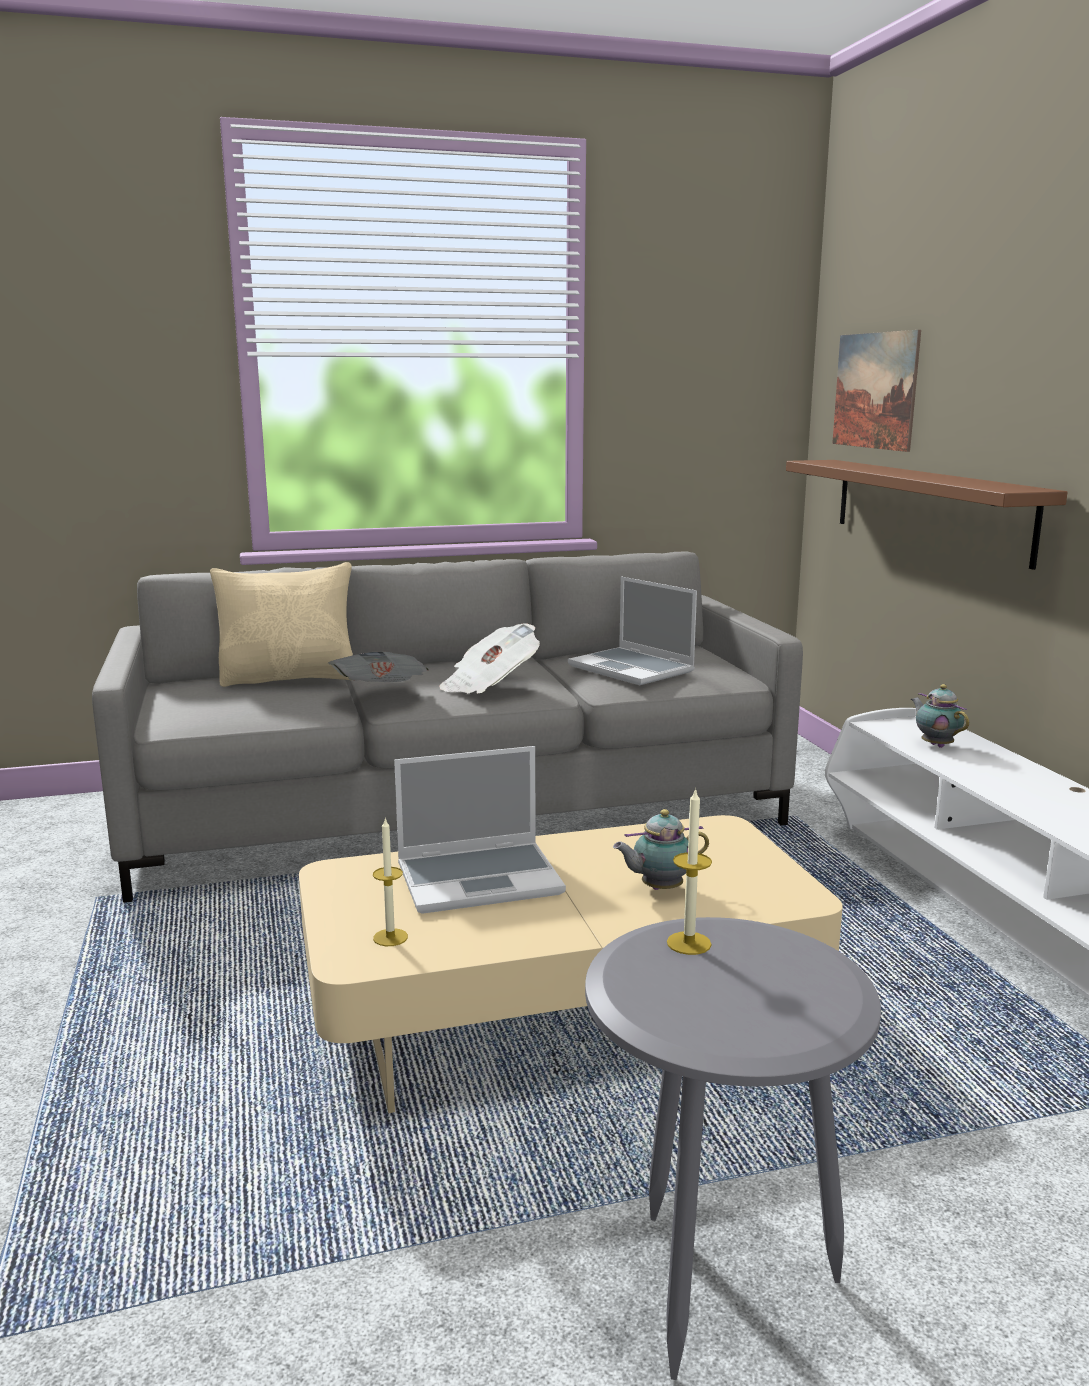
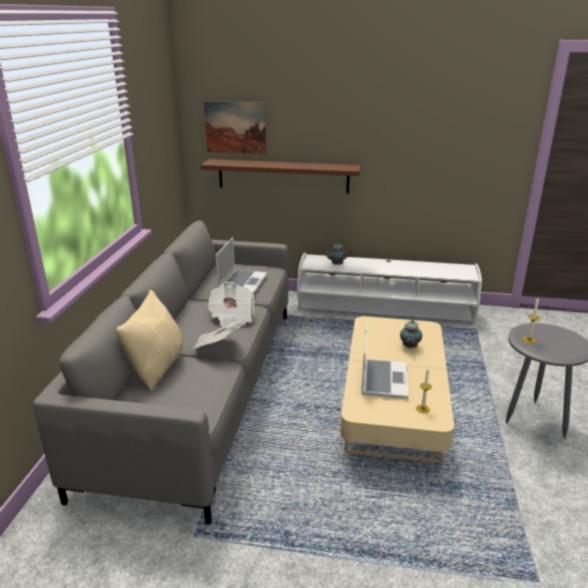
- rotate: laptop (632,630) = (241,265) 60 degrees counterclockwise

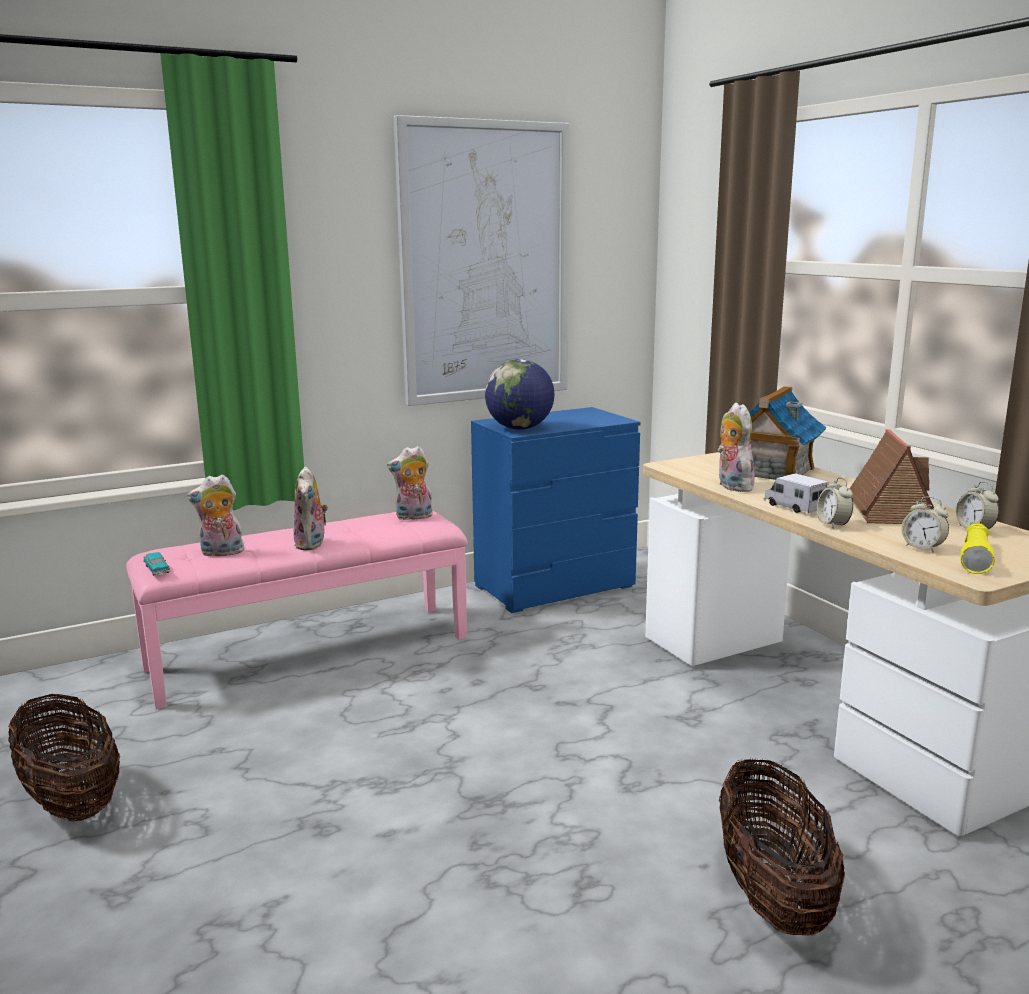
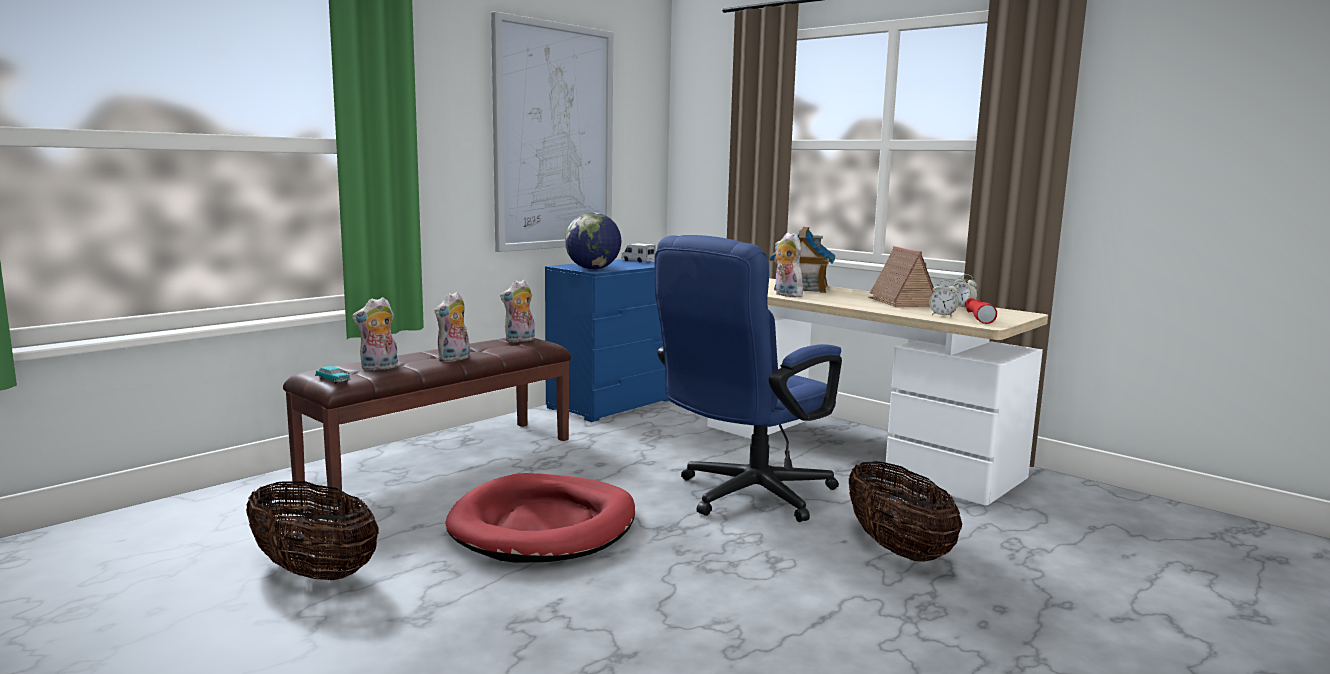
- delete: alarm clock (835,503)
- insert: red dog bed (540,518)
- insert: blue office chair (748,378)
- move: toy truck (796,493) to (638,252)
- recolor: pink bench (297,610) to brown bench (427,423)
- recolor: yellow flashlight (978,548) to red flashlight (981,311)
- rotate: plush toy (311,508) = (452,327) 60 degrees clockwise

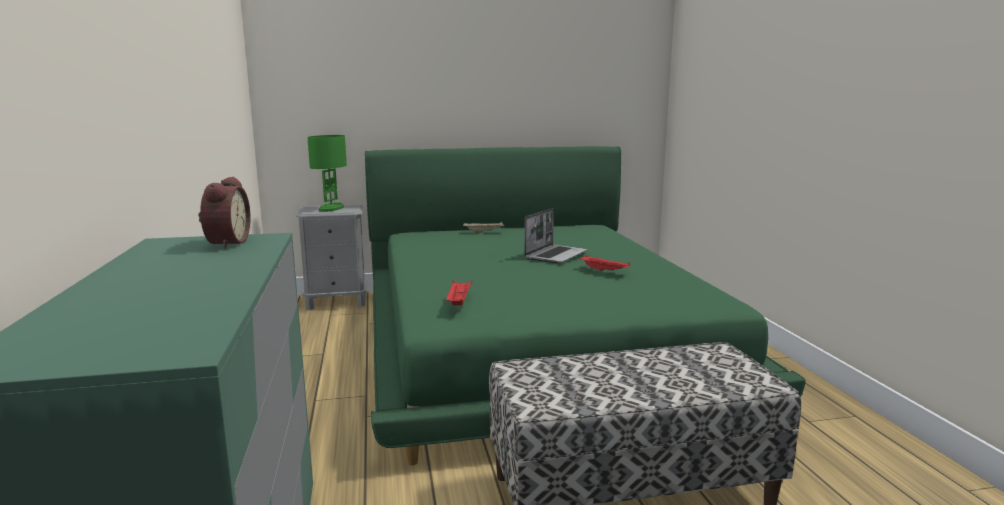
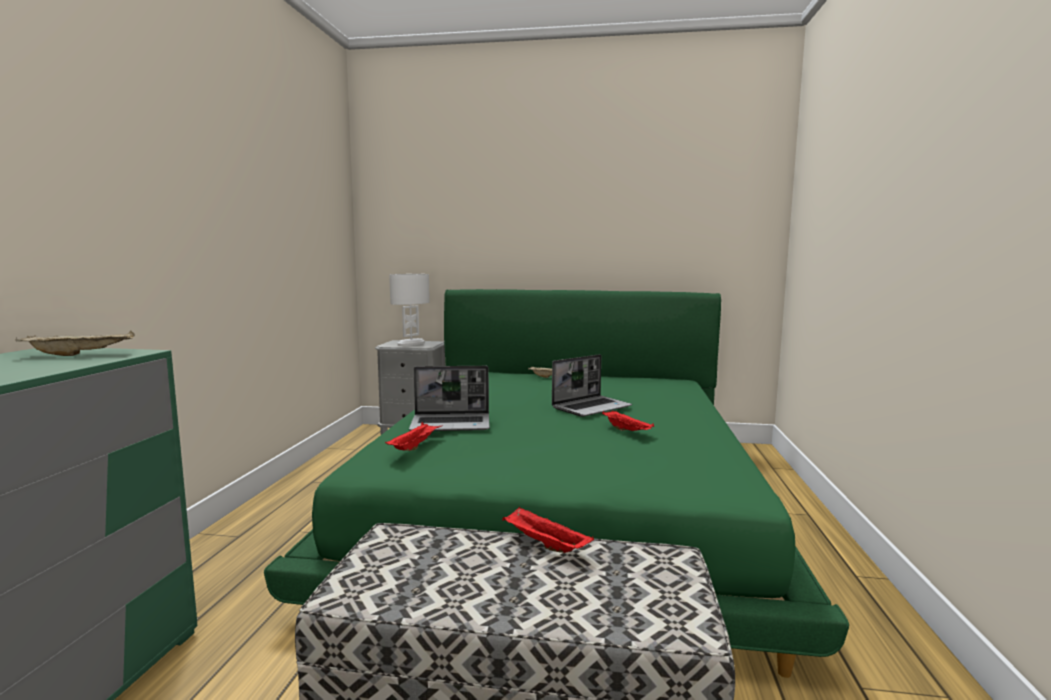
- insert: laptop (449,398)
- insert: red tray (548,529)
- replace: alarm clock (224,213) to beige tray (75,343)
- recolor: green table lamp (327,173) to white table lamp (409,310)

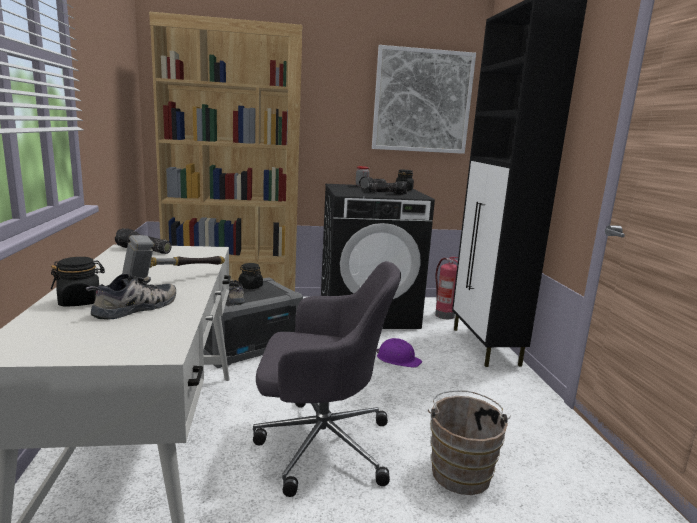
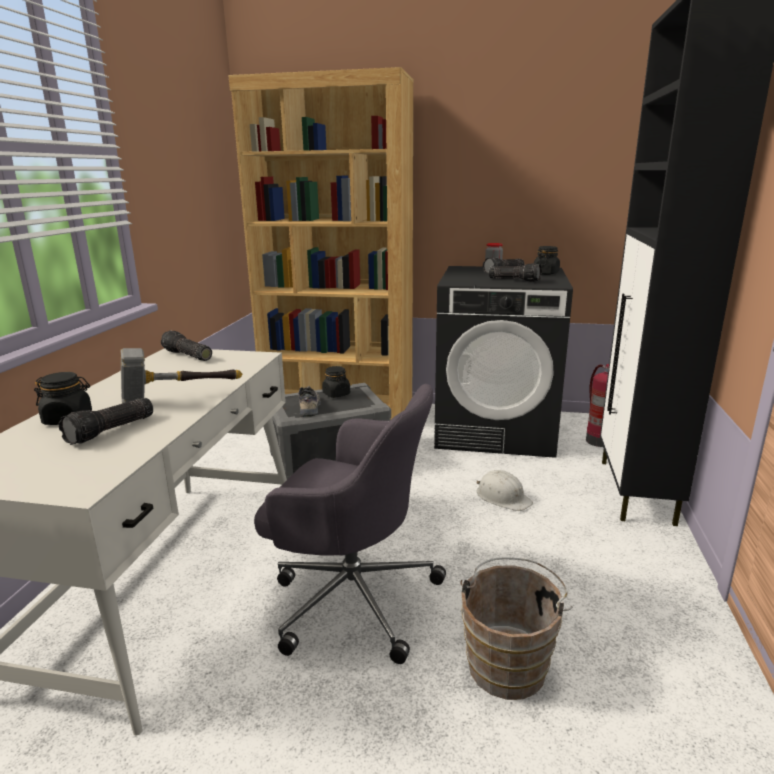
- delete: picture (424,99)
- replace: shoe (131,297) to flashlight (106,421)
- recolor: purple hard hat (399,353) to white hard hat (504,490)

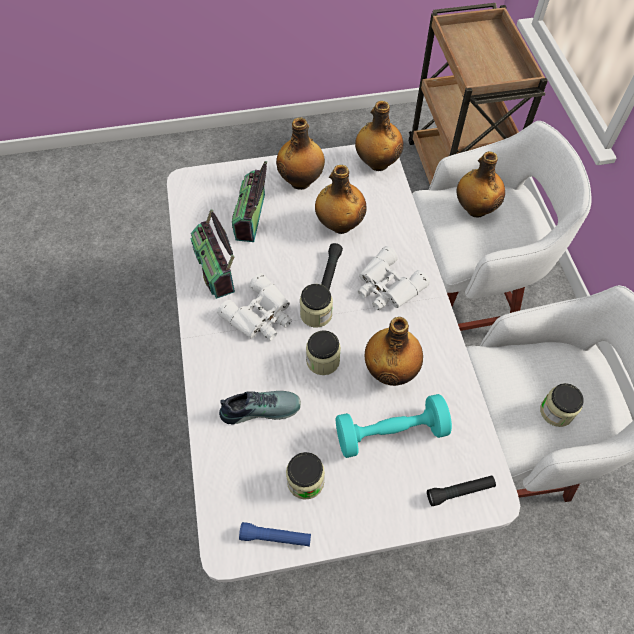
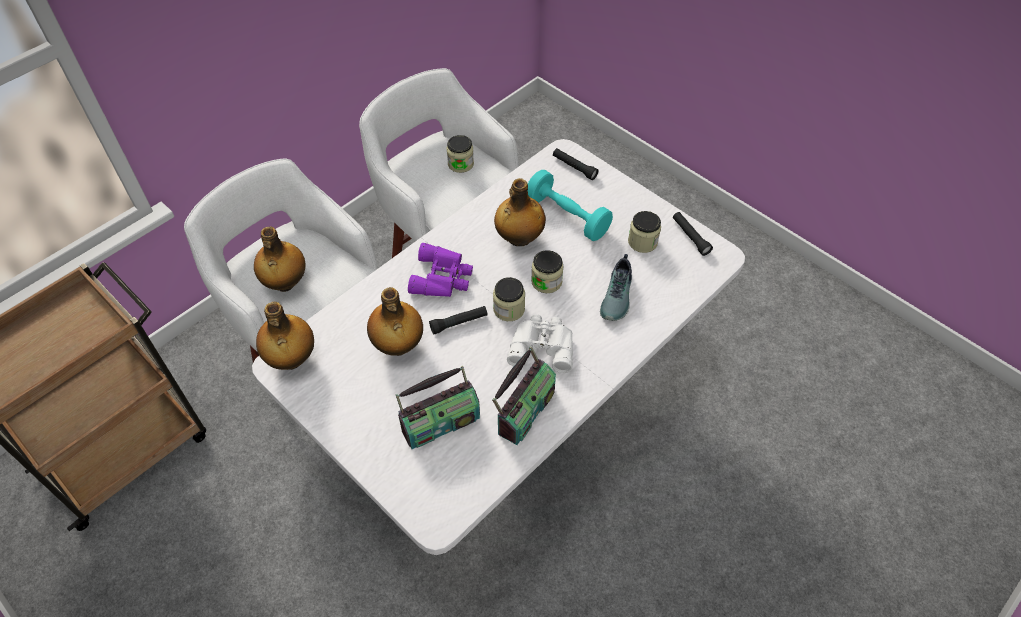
- delete: bottle (300,153)
- recolor: blue flashlight (275,534) to black flashlight (693,234)
- recolor: white binoculars (394,278) to purple binoculars (440,270)
- rotate: shoe (260,408) = (616,287) 120 degrees counterclockwise

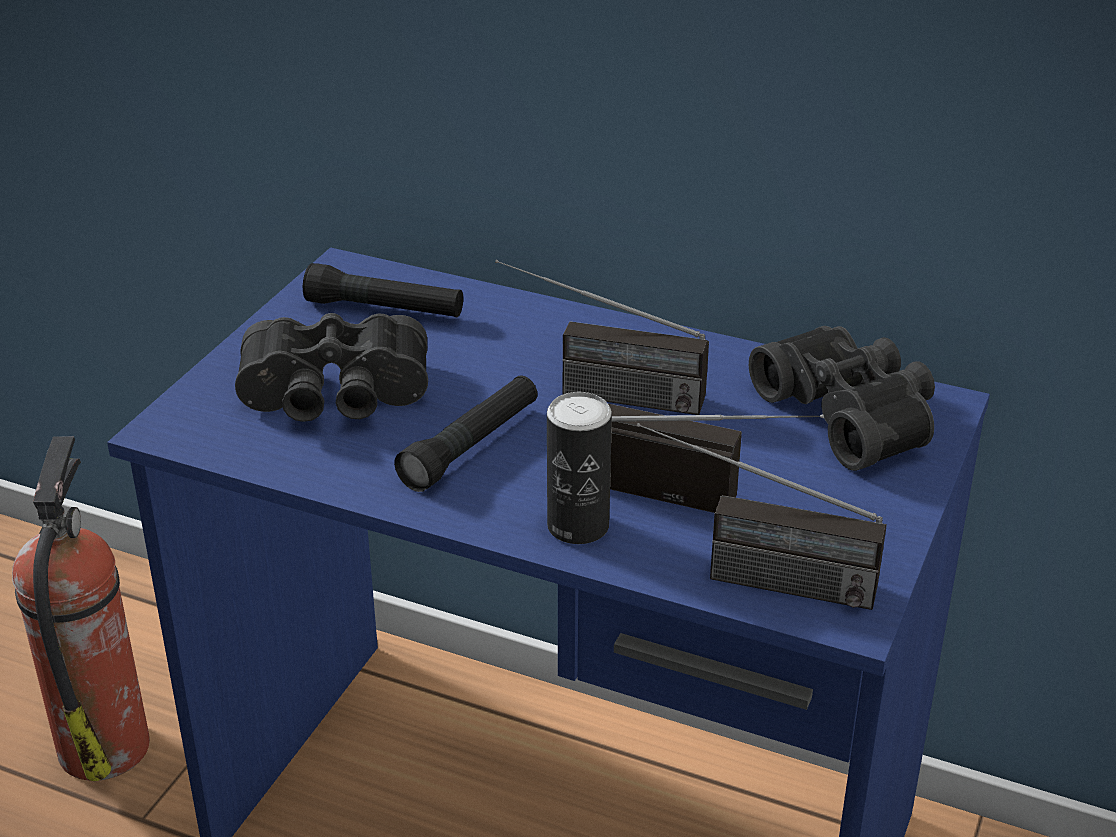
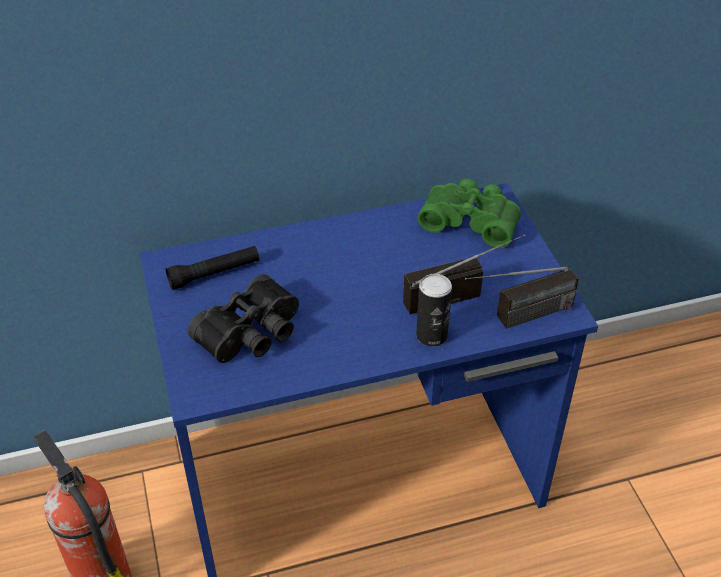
- delete: black flashlight (465,433)
- delete: radio (602,337)
- recolor: black binoculars (842,398) to green binoculars (469,213)

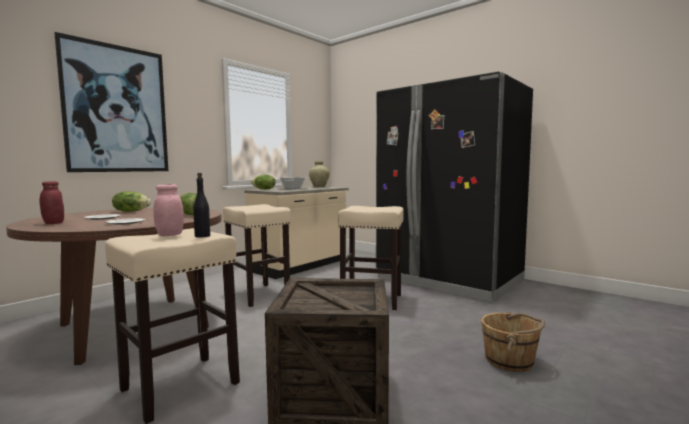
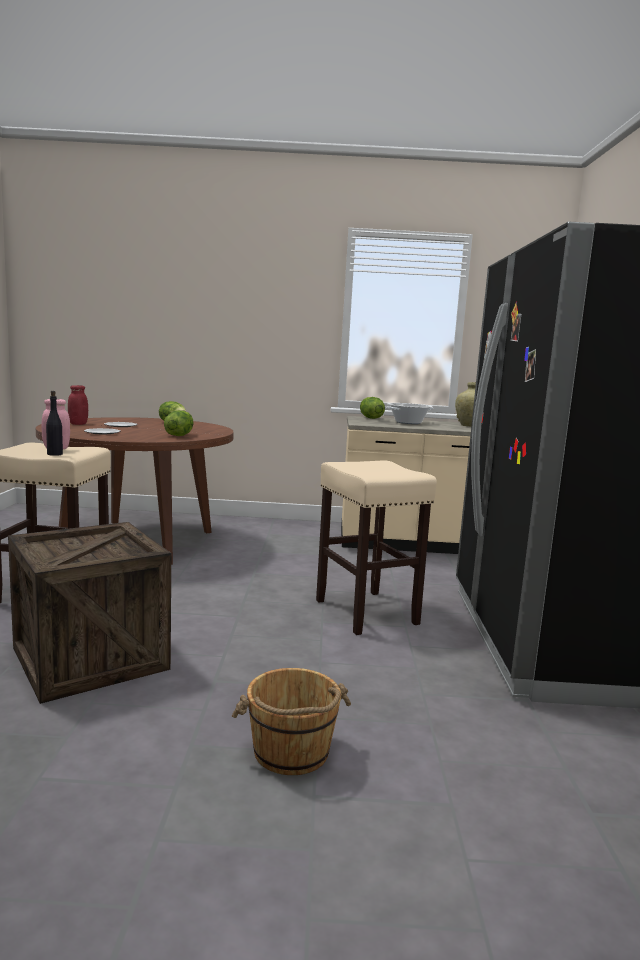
- delete: picture (111,102)
- delete: beige stool (257,255)

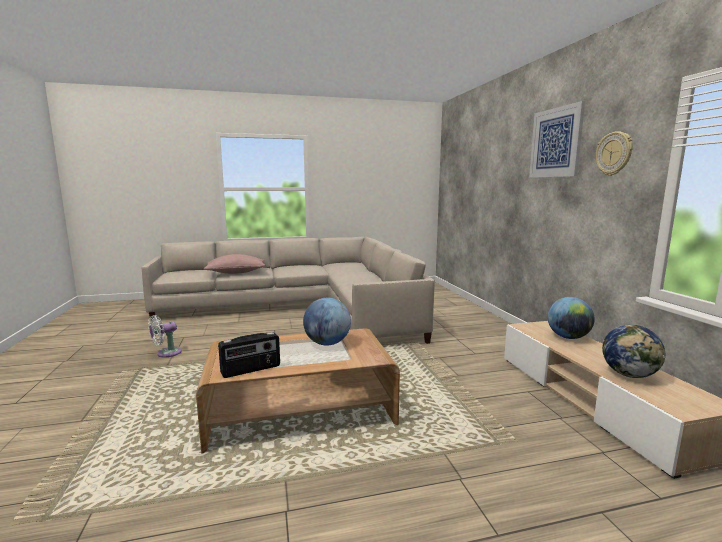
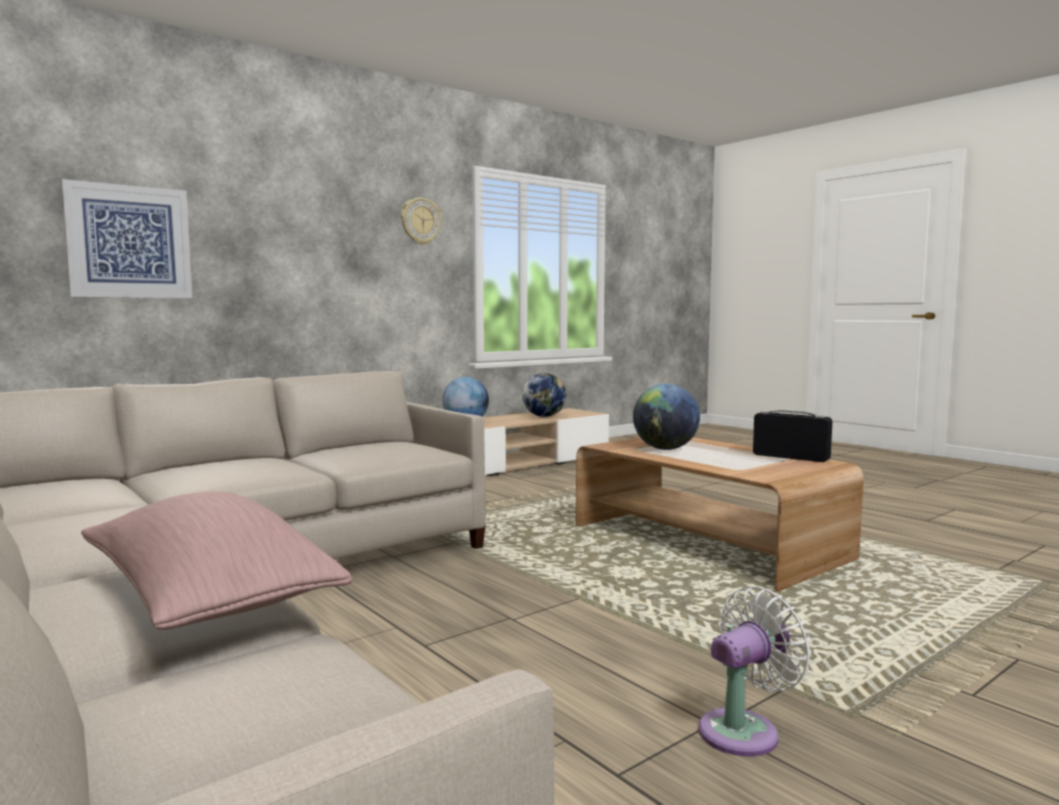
- move: picture (557,139) to (126,238)
- rotate: white fan (165,336) = (754,671) 60 degrees counterclockwise

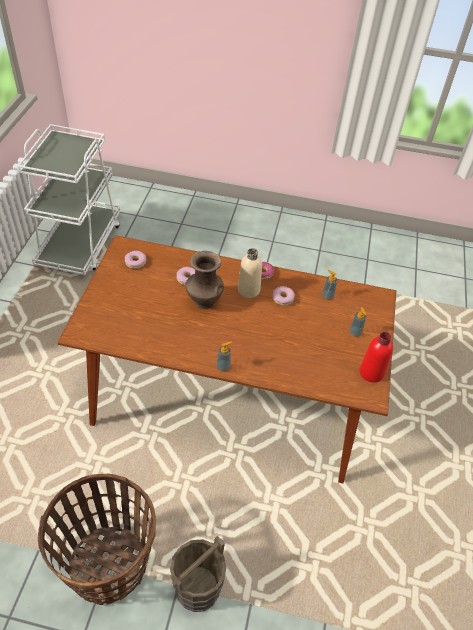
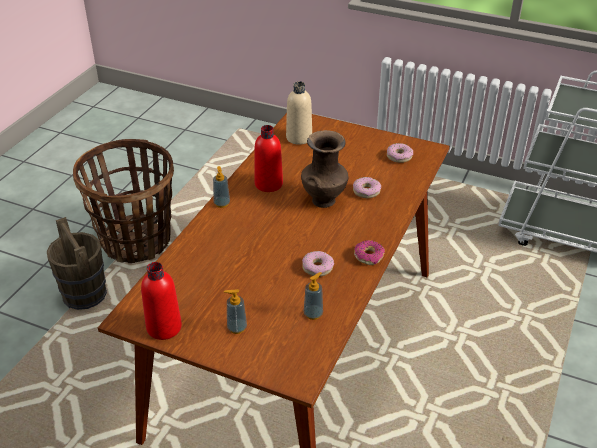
- insert: red bottle (268,158)
- move: beige bottle (250,273) to (299,113)

